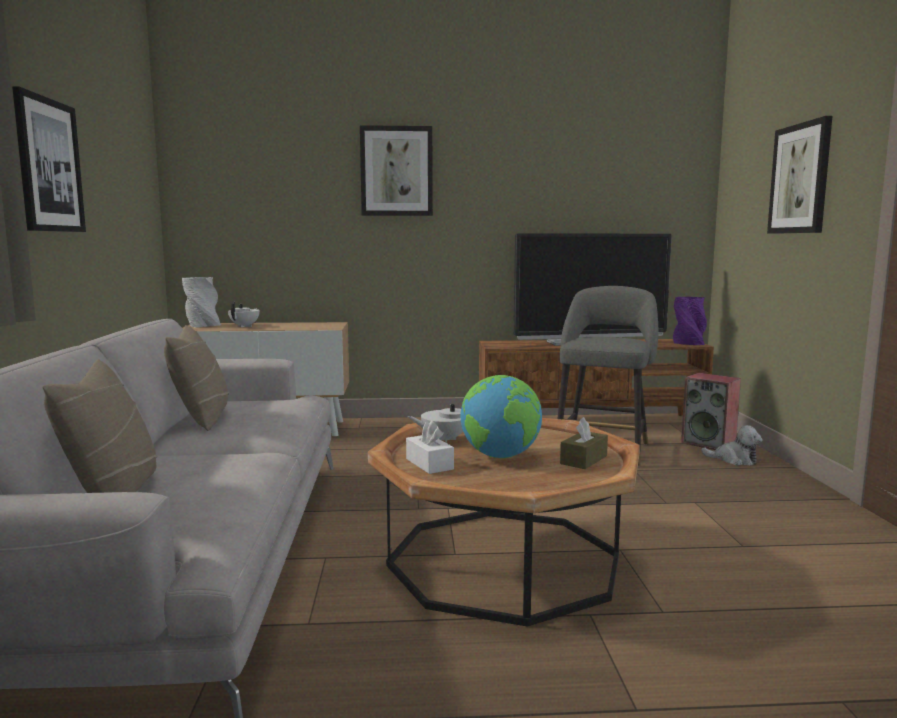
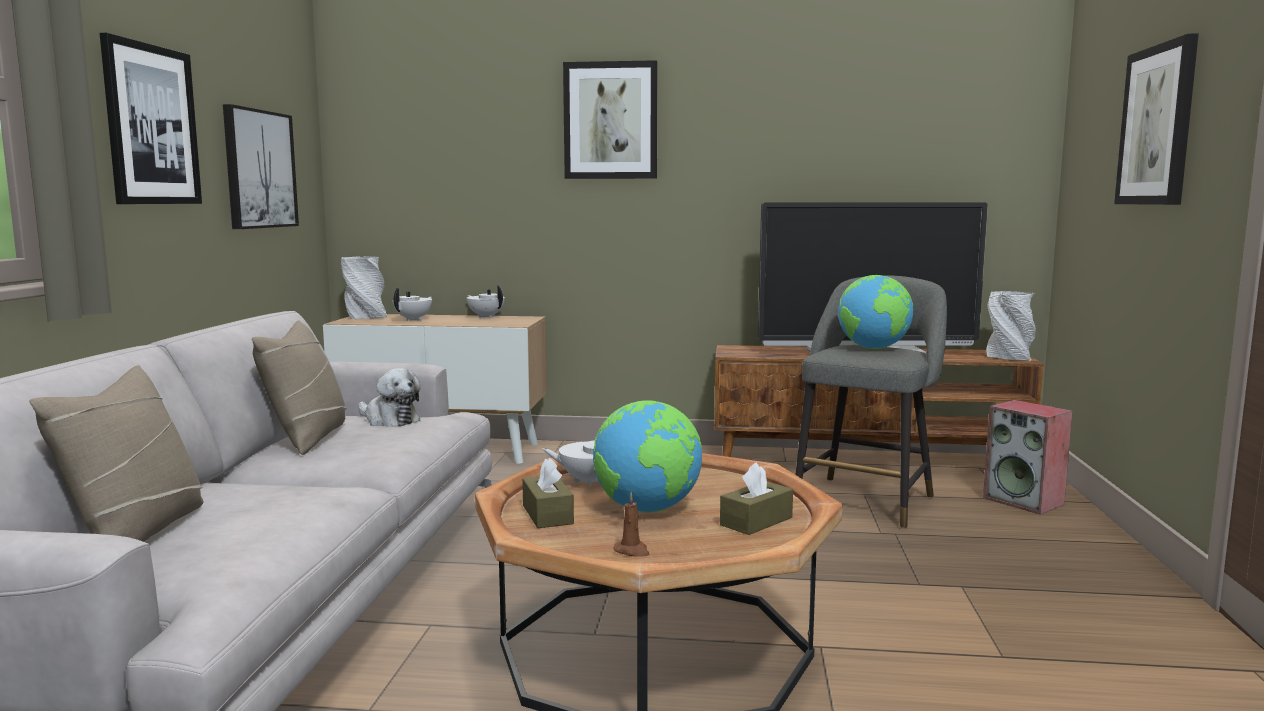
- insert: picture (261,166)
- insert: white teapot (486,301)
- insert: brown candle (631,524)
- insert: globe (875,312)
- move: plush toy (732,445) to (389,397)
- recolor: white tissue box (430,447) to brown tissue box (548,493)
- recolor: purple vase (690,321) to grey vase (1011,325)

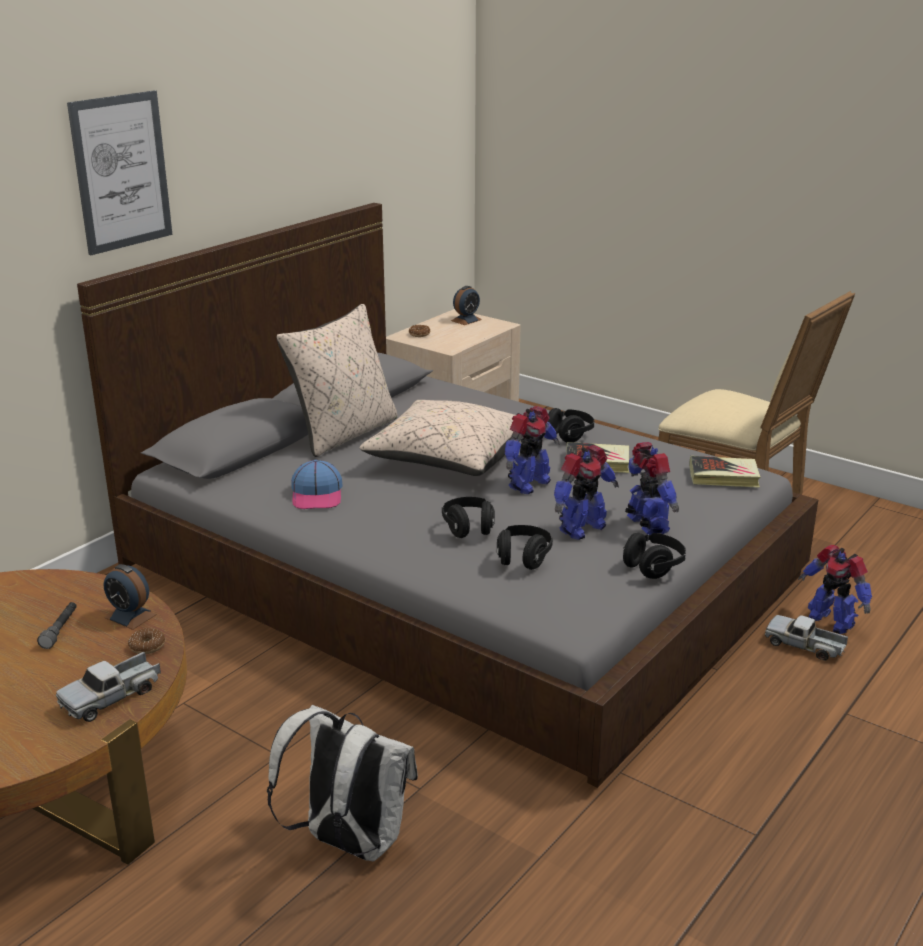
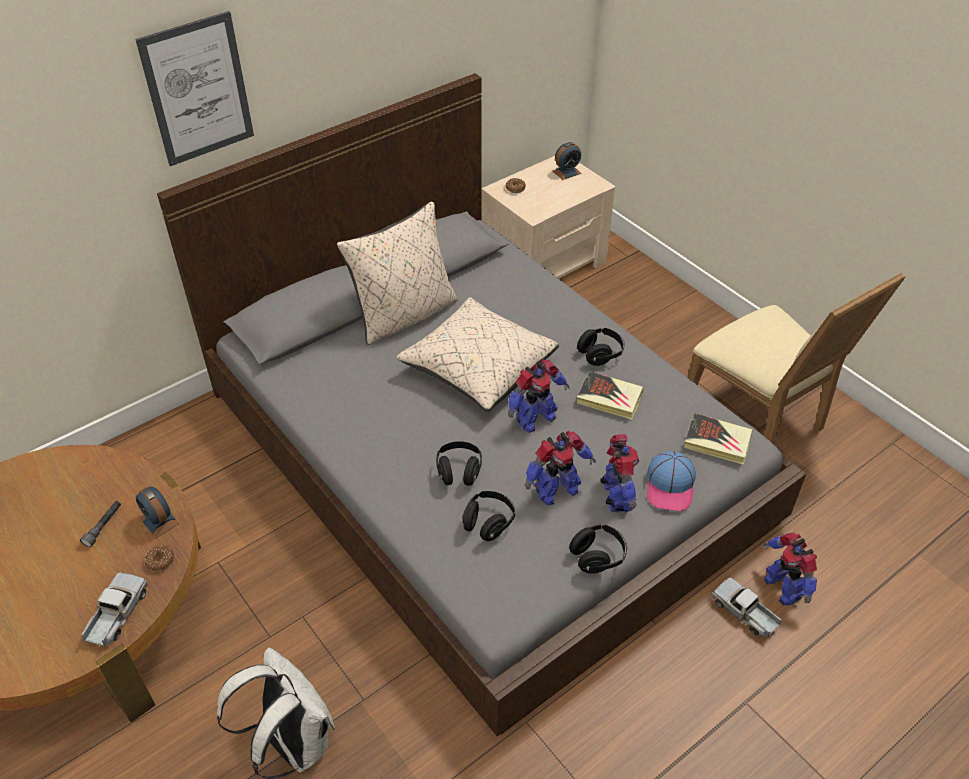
- move: cap (317,484) to (671,481)
- rotate: toy truck (108,687) = (114,609) 135 degrees clockwise

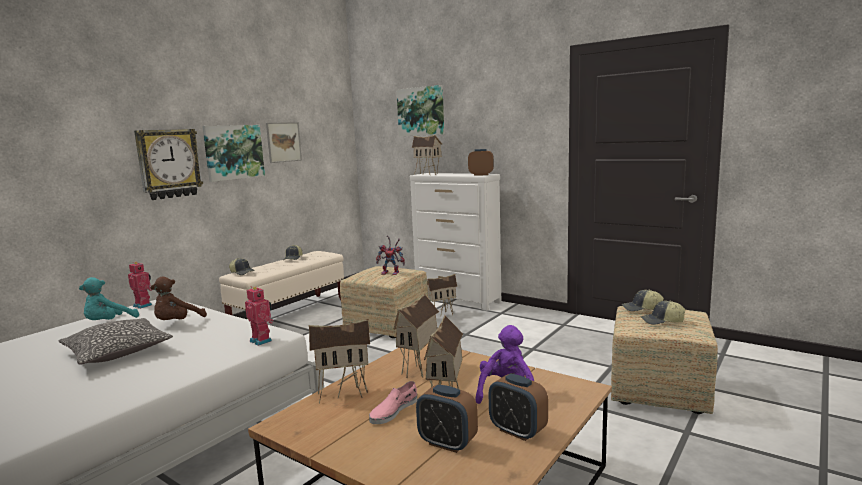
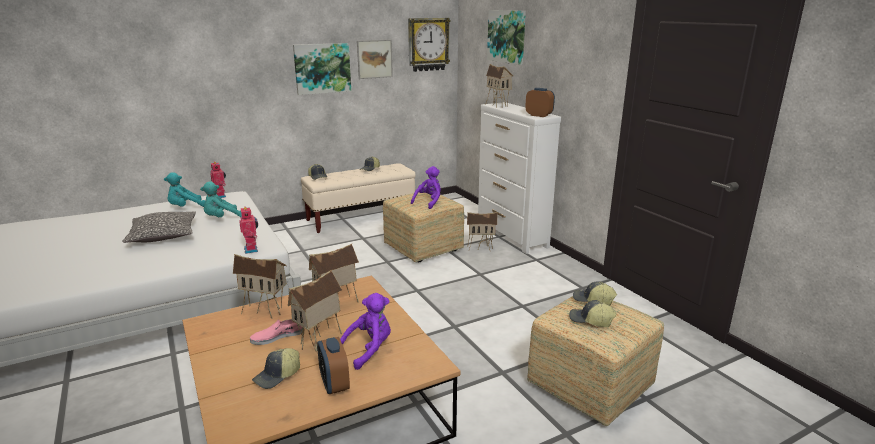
- move: wall clock (168,164) to (429,45)
- replace: toy robot (390,255) to purple plush toy (426,187)
- replace: alarm clock (447,419) to cap (276,368)
- recolor: brown plush toy (179,298) to turquoise plush toy (221,199)

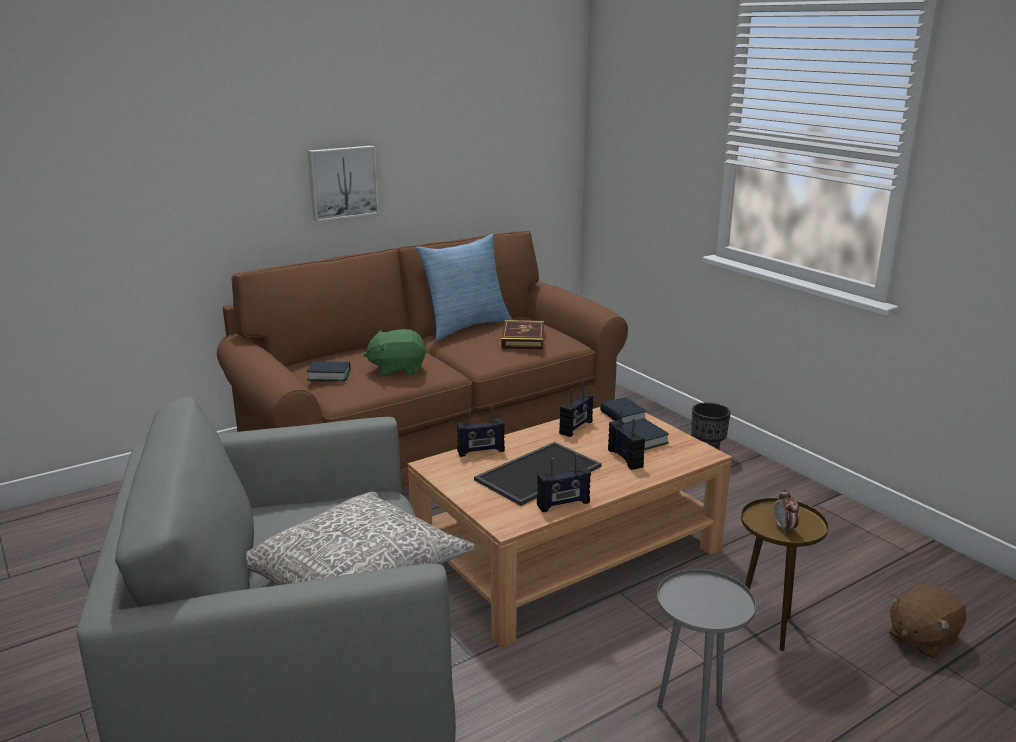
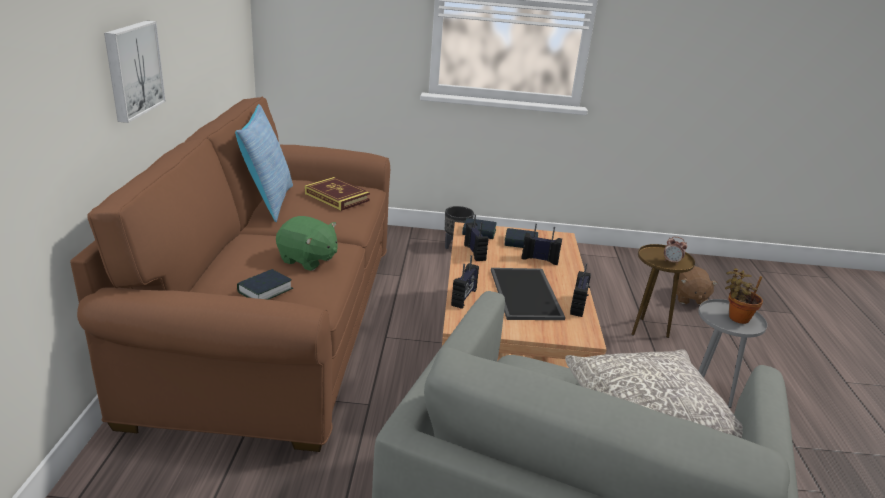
- insert: potted plant (744,296)
- rotate: green plush toy (395,353) = (307,243) 90 degrees counterclockwise

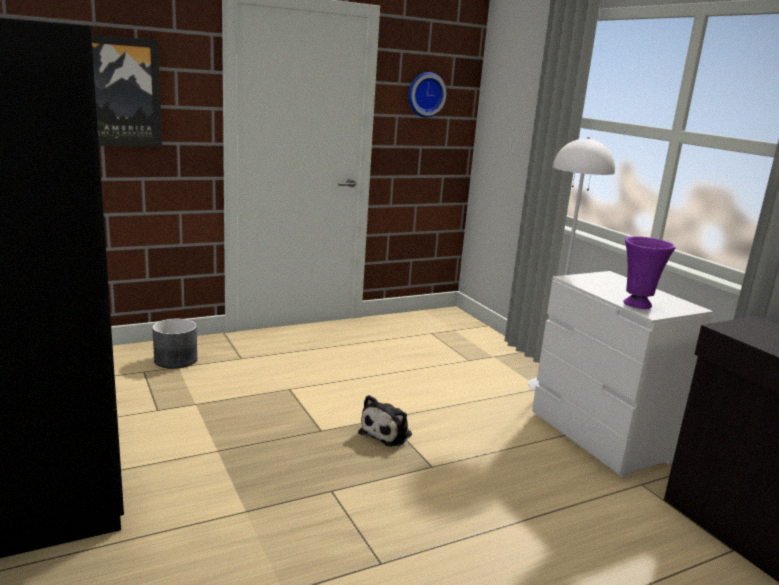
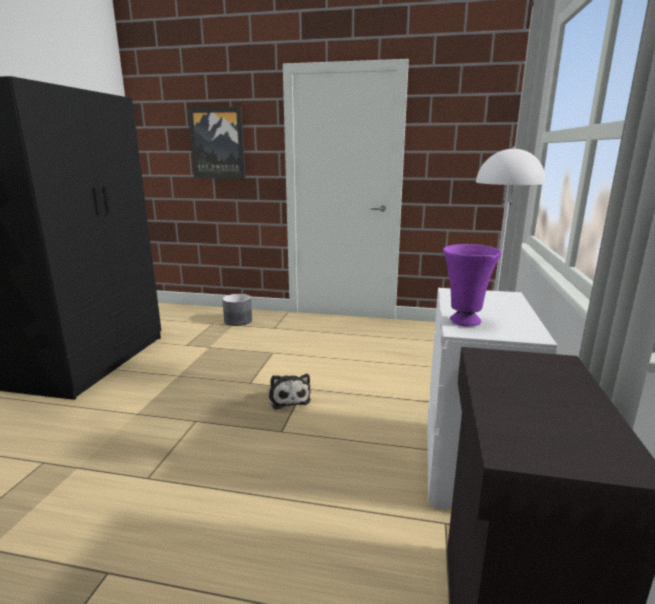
- delete: wall clock (427,95)
- rotate: plush toy (385,421) = (290,392) 90 degrees counterclockwise

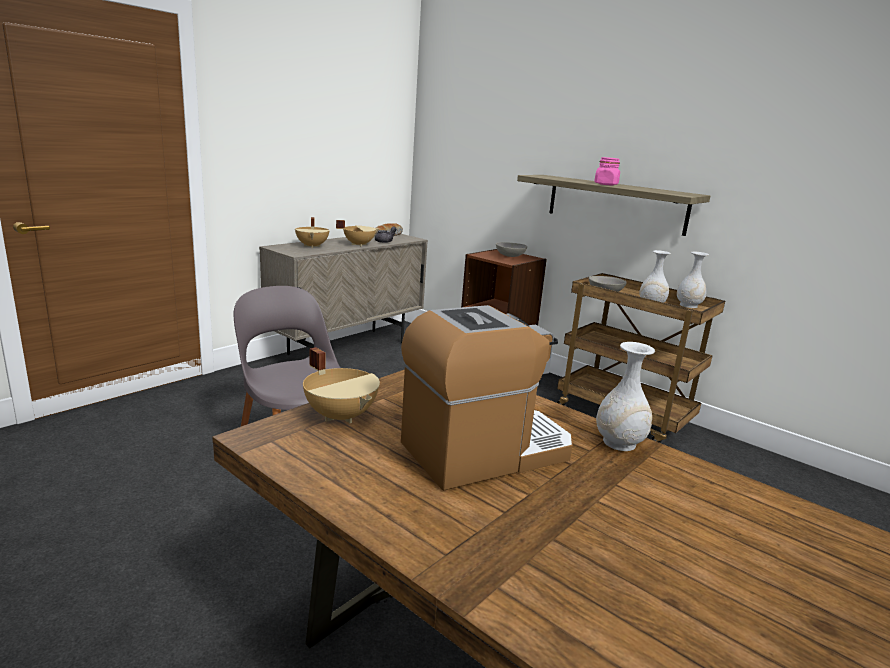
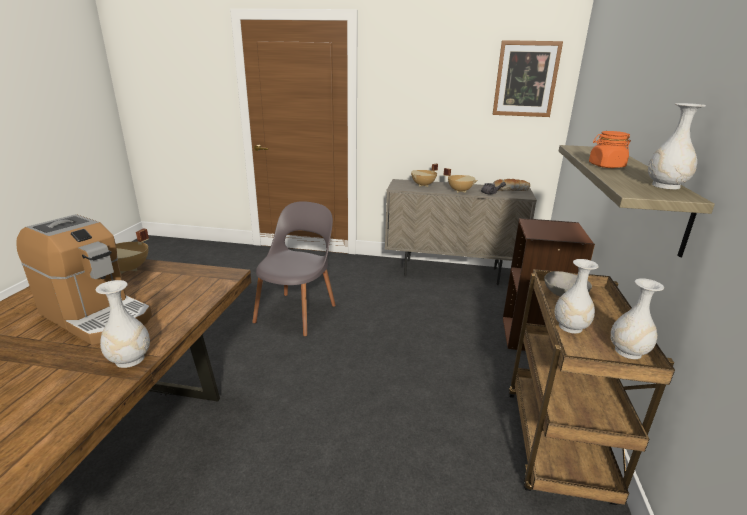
- delete: grey bowl (511,249)
- insert: picture (527,78)
- insert: white vase (677,146)
- recolor: pink jar (607,171) to orange jar (610,149)

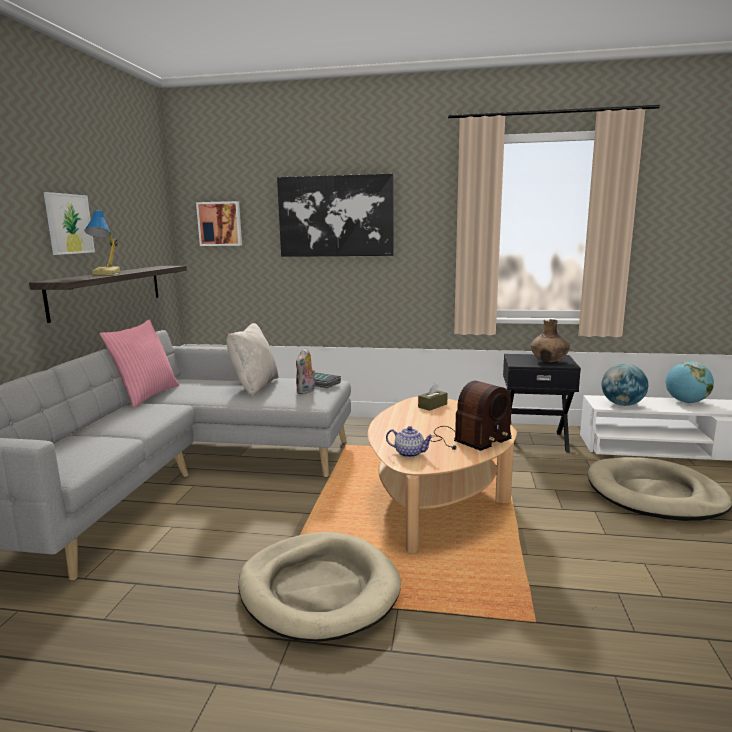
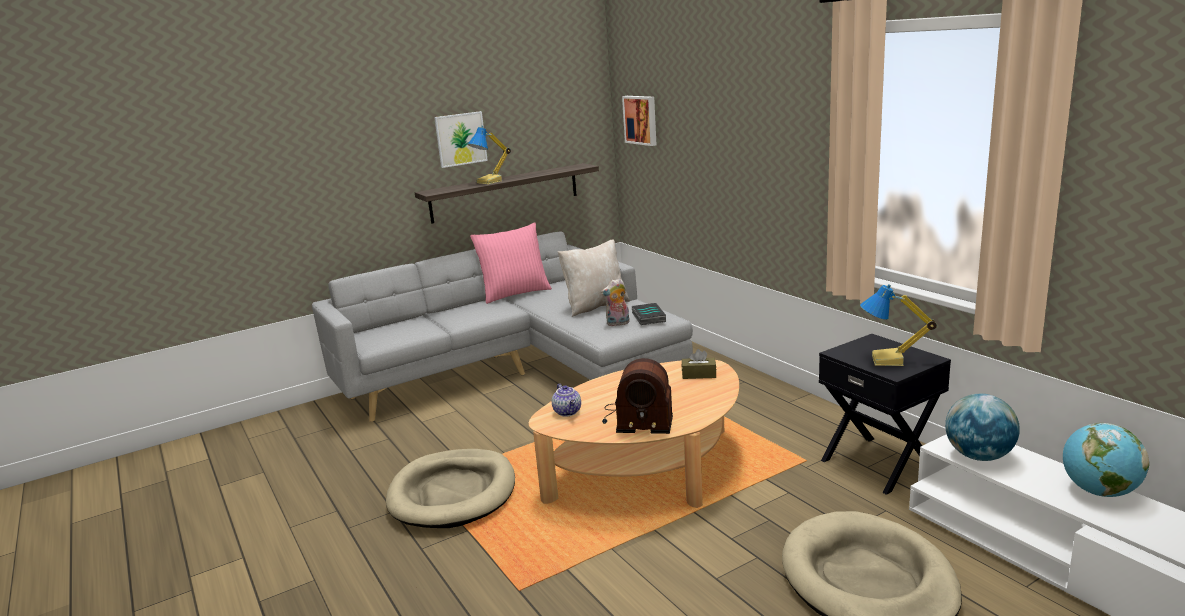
- delete: picture (335,215)
- replace: brown vase (550,340) to table lamp (898,325)

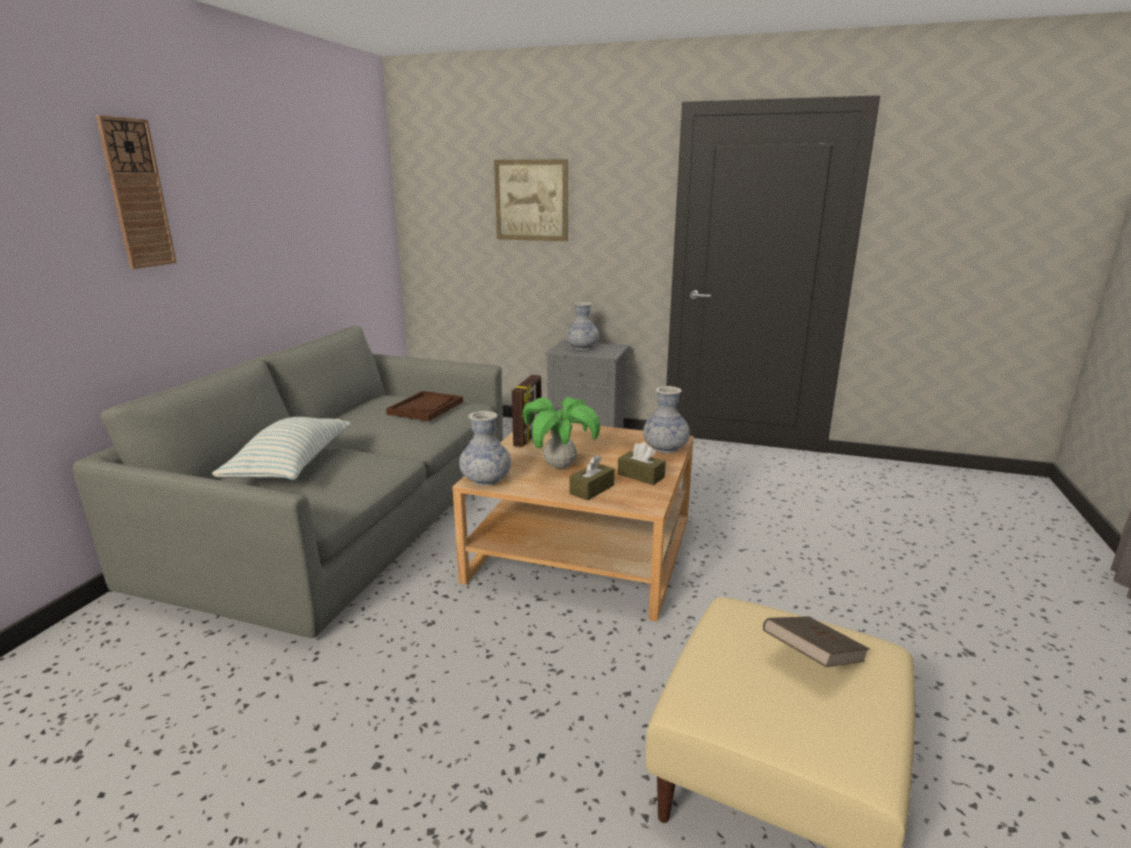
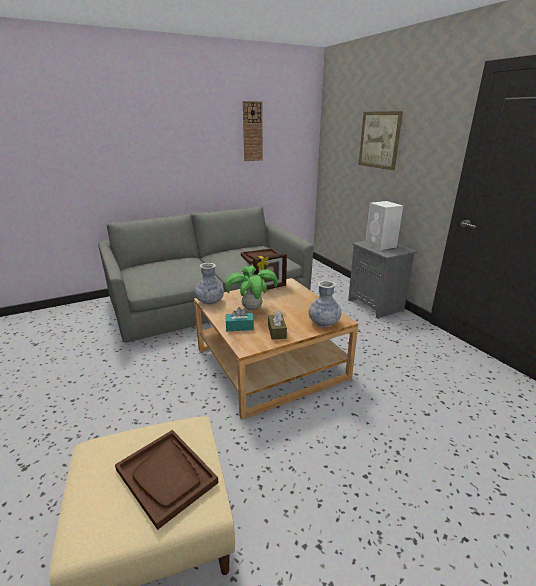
- delete: pillow (281,448)
- move: wall clock (136,192) to (253,131)
- replace: vase (582,326) to white speaker (384,225)
- replace: brown book (816,641) to brown tray (167,480)
- recolor: brown tissue box (591,478) to turquoise tissue box (240,319)

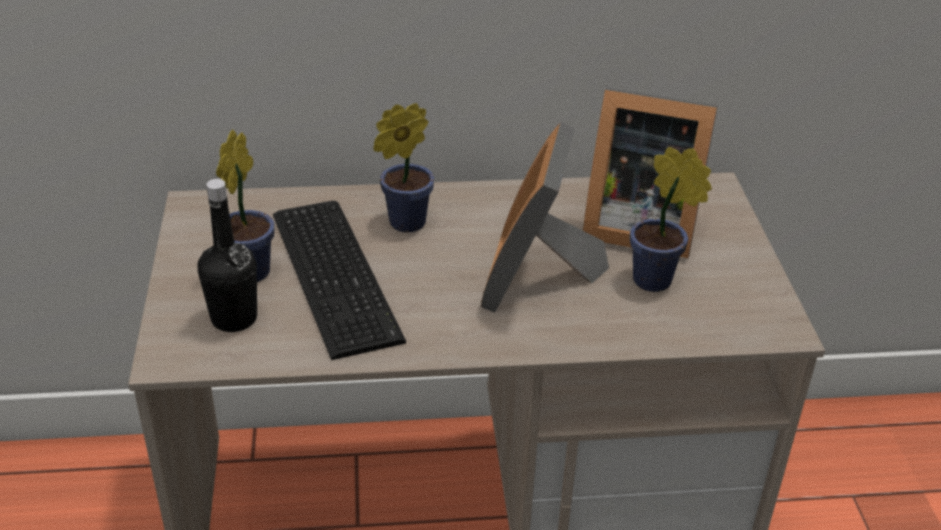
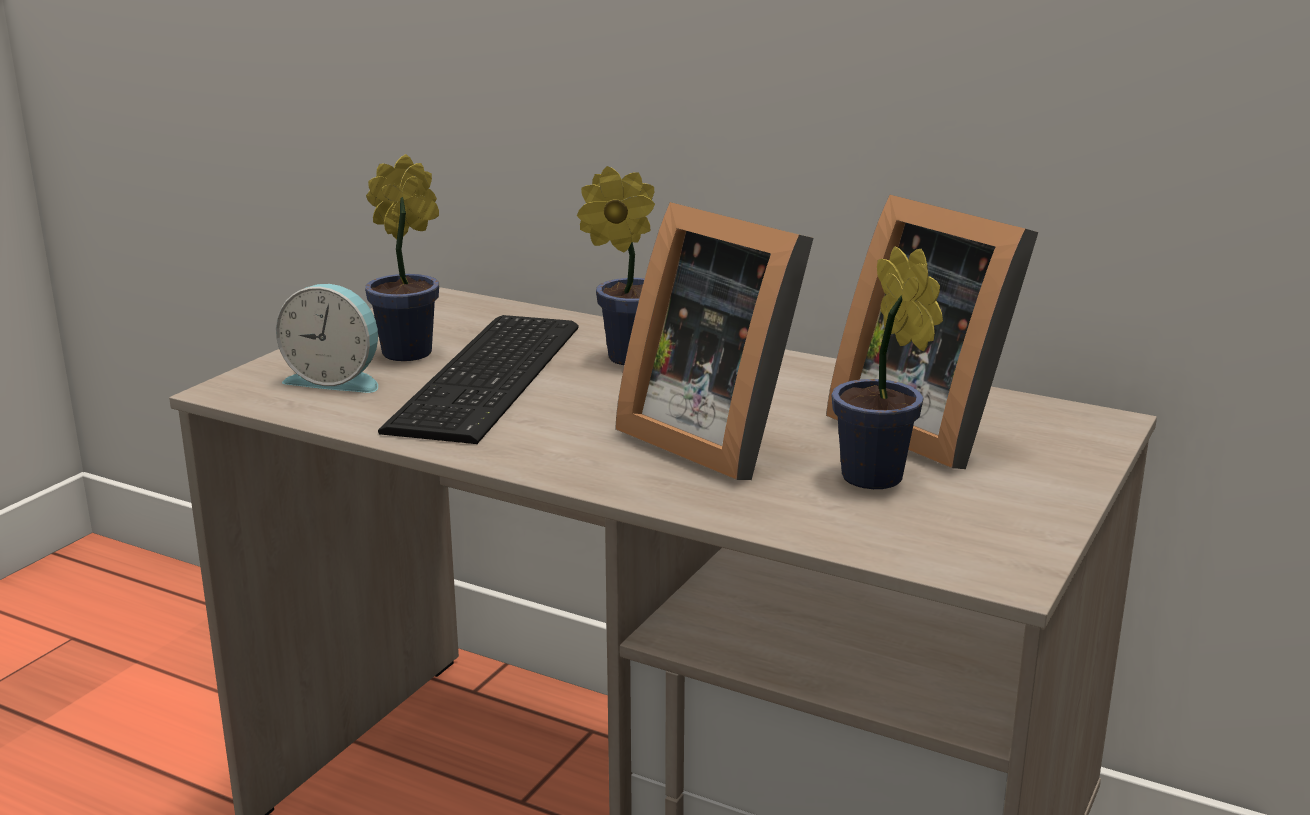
- replace: black bottle (227,255) to alarm clock (327,338)
- rotate: picture frame (545,217) = (714,341) 90 degrees counterclockwise

